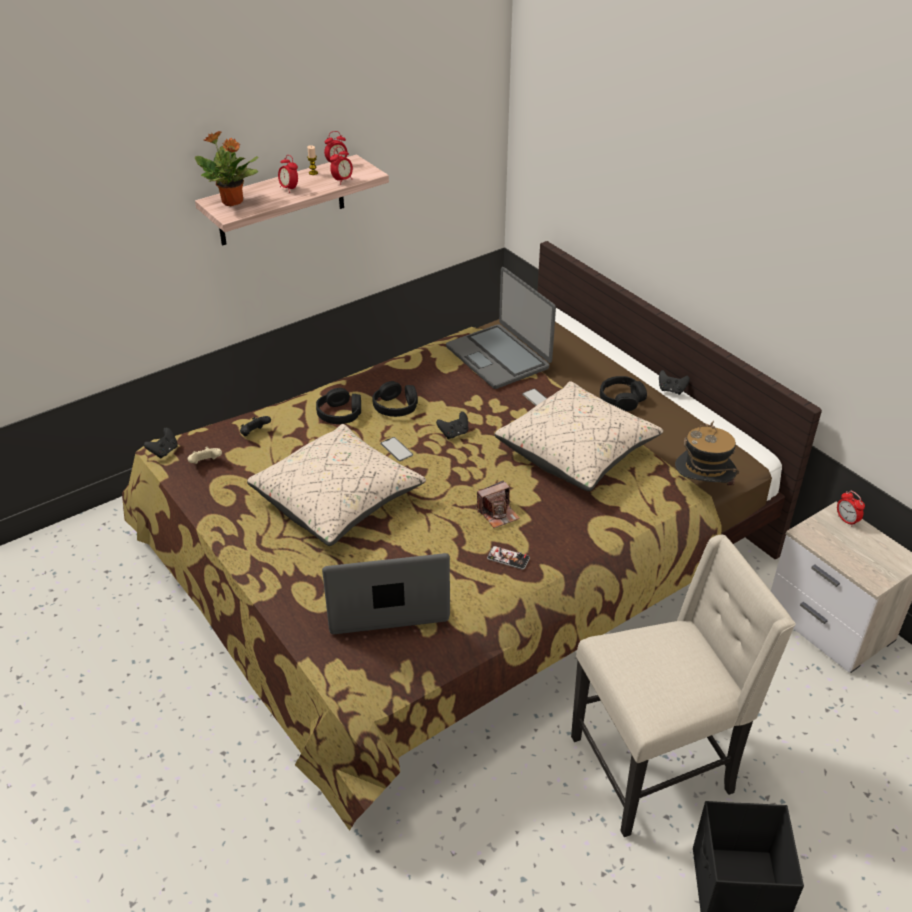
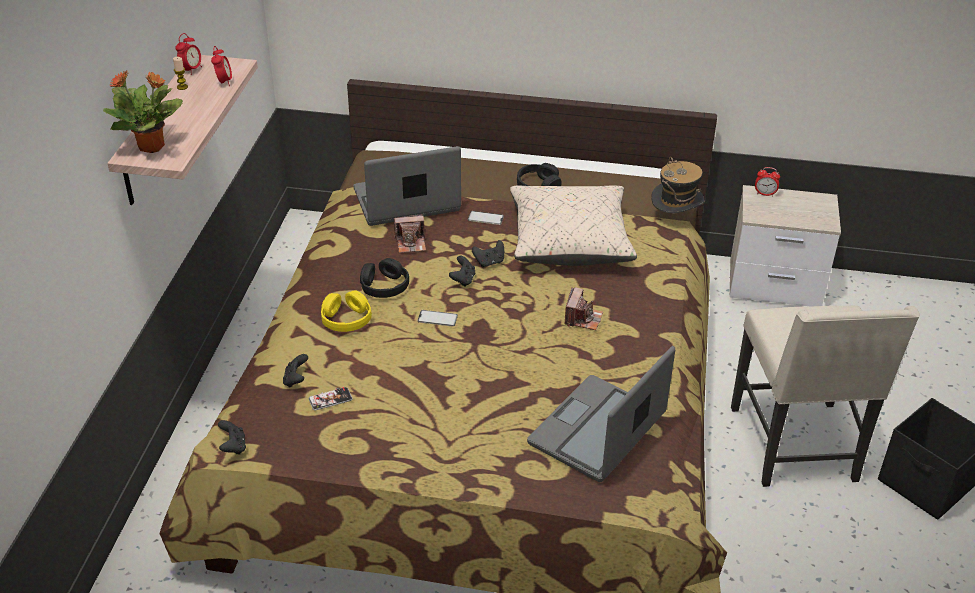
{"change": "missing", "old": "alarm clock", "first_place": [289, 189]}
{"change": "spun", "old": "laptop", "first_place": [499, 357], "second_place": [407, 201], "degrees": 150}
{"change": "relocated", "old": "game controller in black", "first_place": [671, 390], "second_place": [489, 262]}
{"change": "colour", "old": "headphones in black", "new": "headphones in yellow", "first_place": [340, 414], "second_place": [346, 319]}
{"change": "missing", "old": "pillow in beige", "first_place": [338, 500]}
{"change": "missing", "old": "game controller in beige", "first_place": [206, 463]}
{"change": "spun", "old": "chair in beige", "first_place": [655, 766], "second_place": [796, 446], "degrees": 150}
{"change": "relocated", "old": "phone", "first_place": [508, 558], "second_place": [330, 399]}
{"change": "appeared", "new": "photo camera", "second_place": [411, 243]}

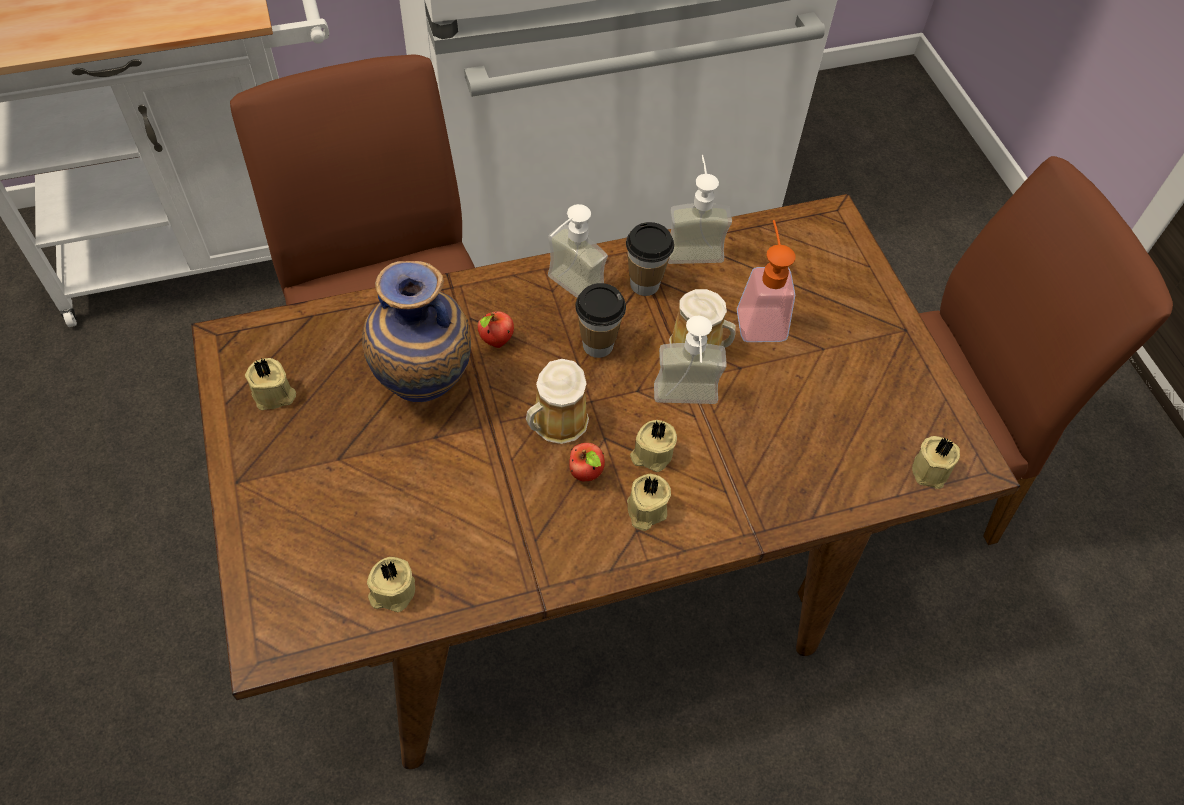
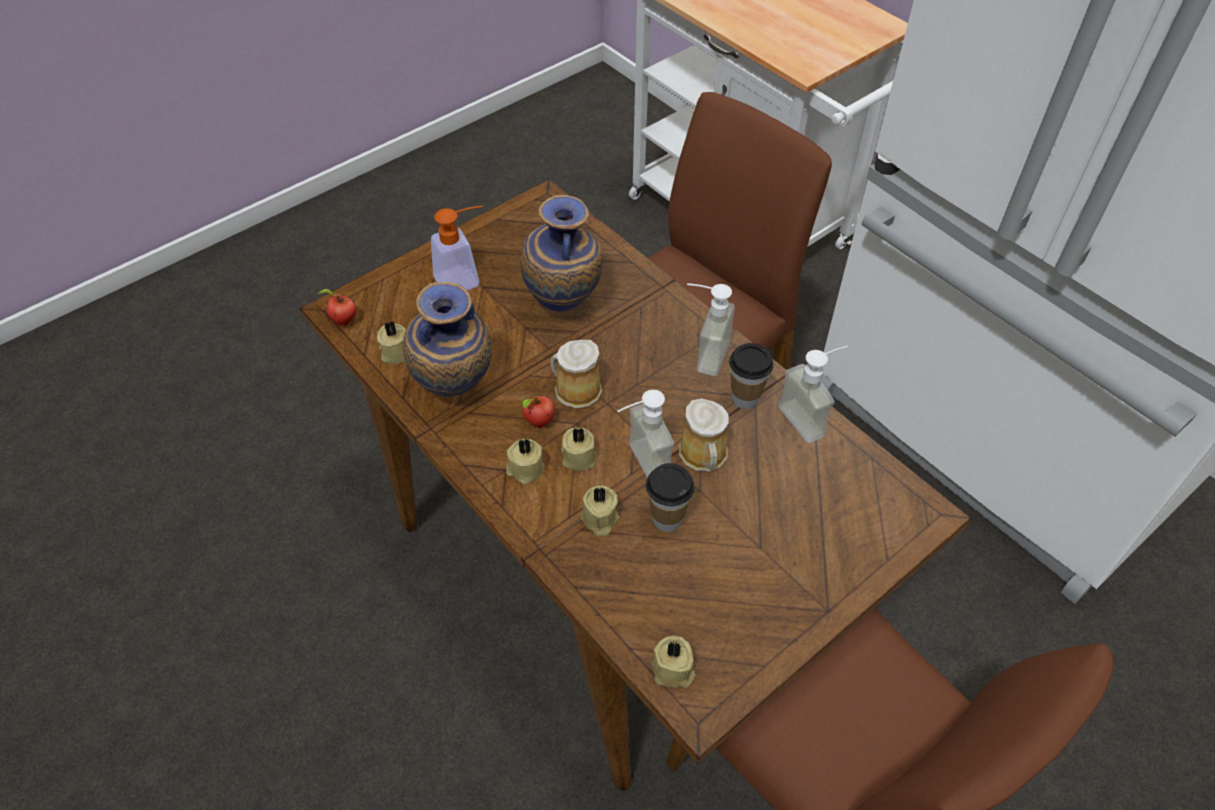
{"change": "relocated", "old": "soap dispenser", "first_place": [759, 317], "second_place": [464, 279]}
{"change": "relocated", "old": "cup", "first_place": [597, 345], "second_place": [667, 519]}
{"change": "relocated", "old": "apple", "first_place": [496, 342], "second_place": [343, 321]}
{"change": "relocated", "old": "candle in beige", "first_place": [274, 395], "second_place": [599, 519]}
{"change": "appeared", "new": "vase", "second_place": [456, 393]}

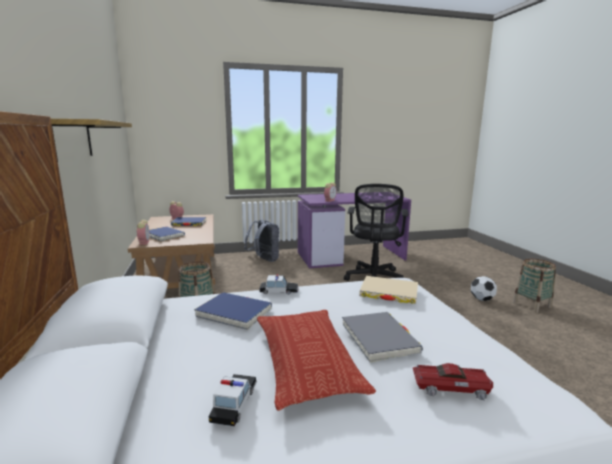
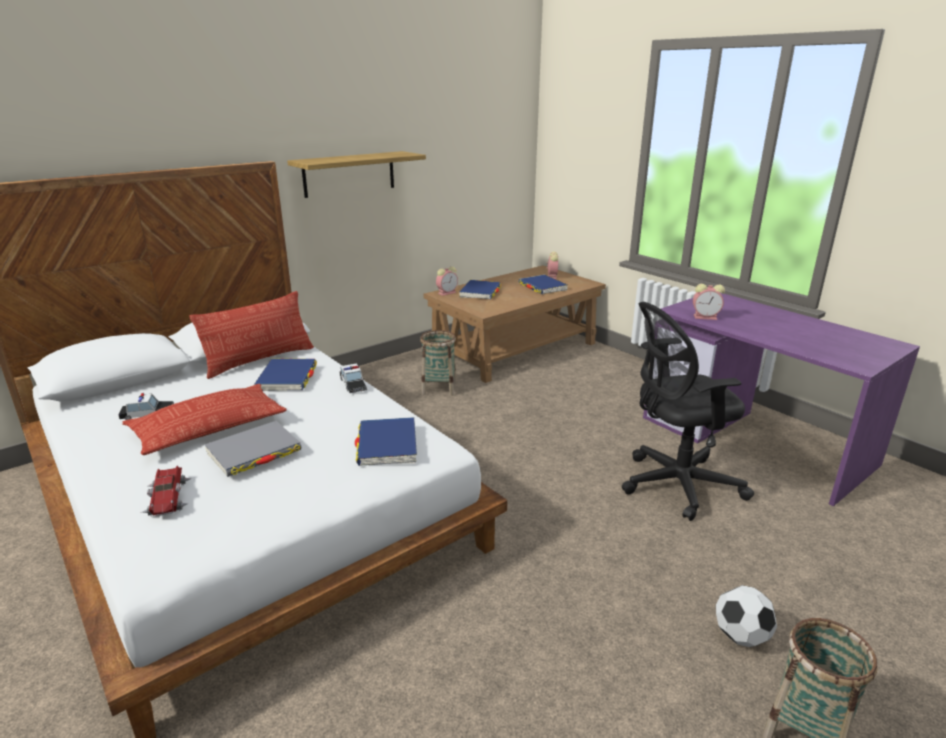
{"change": "missing", "old": "backpack in grey", "first_place": [264, 260]}
{"change": "colour", "old": "book in beige", "new": "book in blue", "first_place": [389, 293], "second_place": [387, 445]}
{"change": "appeared", "new": "pillow", "second_place": [259, 360]}

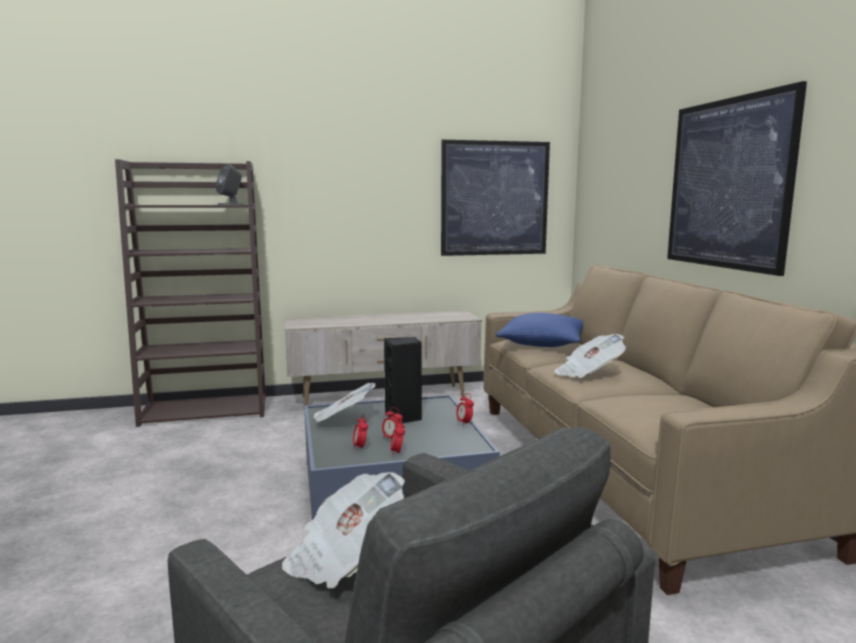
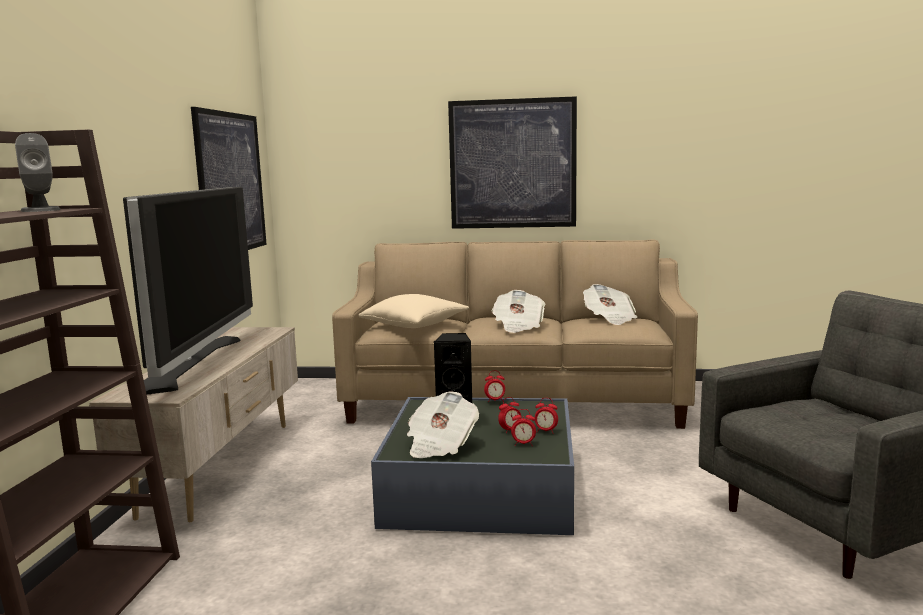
{"change": "colour", "old": "pillow in blue", "new": "pillow in beige", "first_place": [542, 344], "second_place": [414, 325]}
{"change": "relocated", "old": "newspaper", "first_place": [346, 557], "second_place": [609, 319]}
{"change": "appeared", "new": "television", "second_place": [195, 362]}

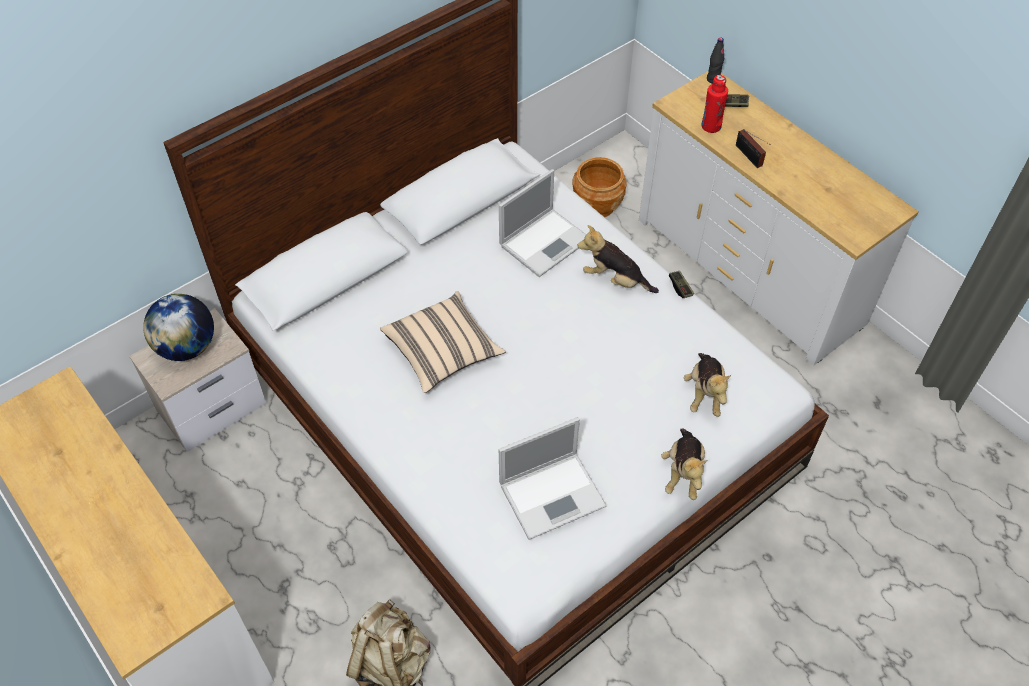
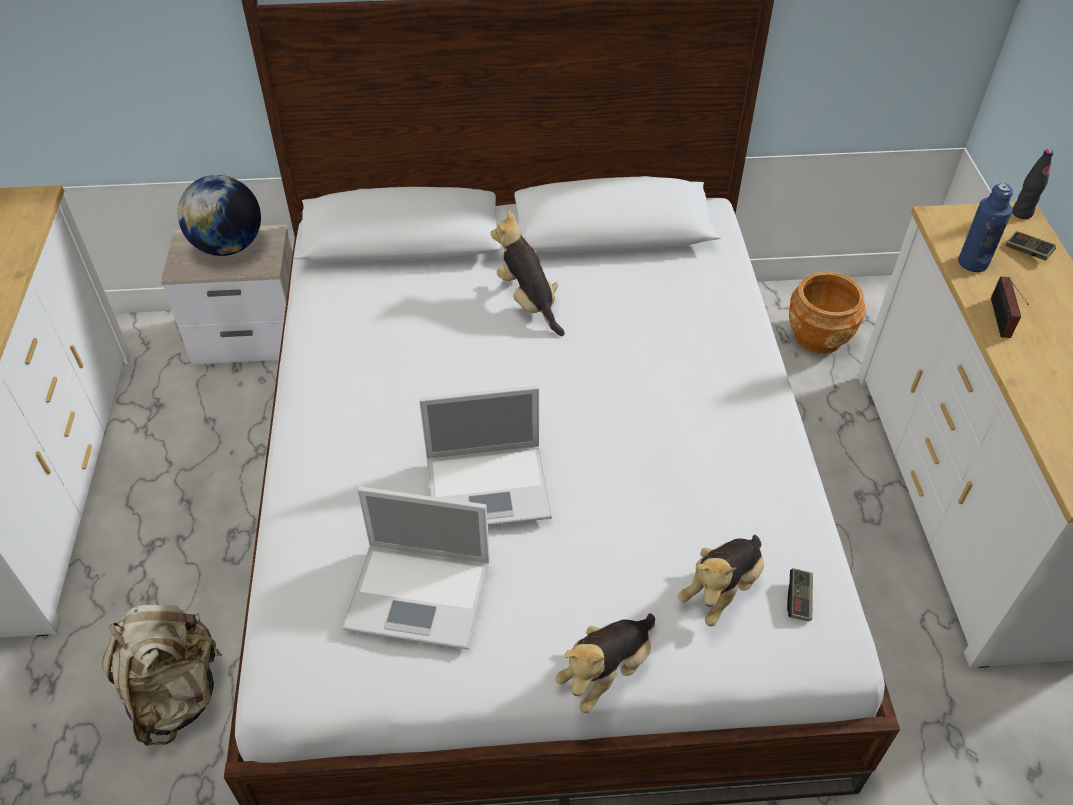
{"change": "colour", "old": "bottle in red", "new": "bottle in blue", "first_place": [711, 126], "second_place": [972, 263]}
{"change": "relocated", "old": "laptop", "first_place": [546, 241], "second_place": [490, 487]}
{"change": "relocated", "old": "plush toy", "first_place": [615, 280], "second_place": [529, 301]}
{"change": "relocated", "old": "game controller", "first_place": [680, 288], "second_place": [799, 599]}
{"change": "missing", "old": "pillow in beige", "first_place": [442, 352]}

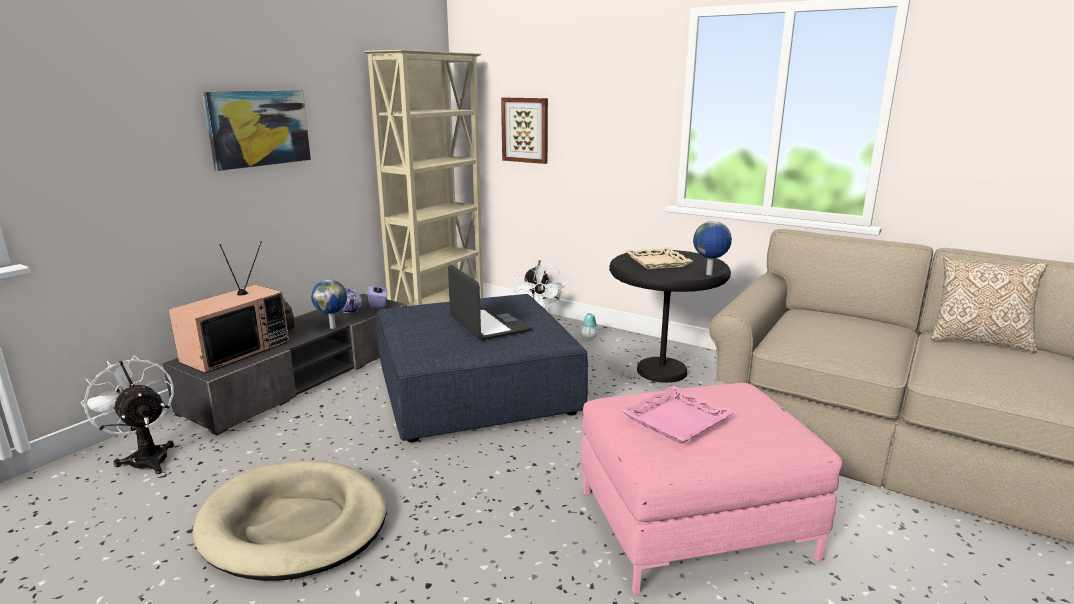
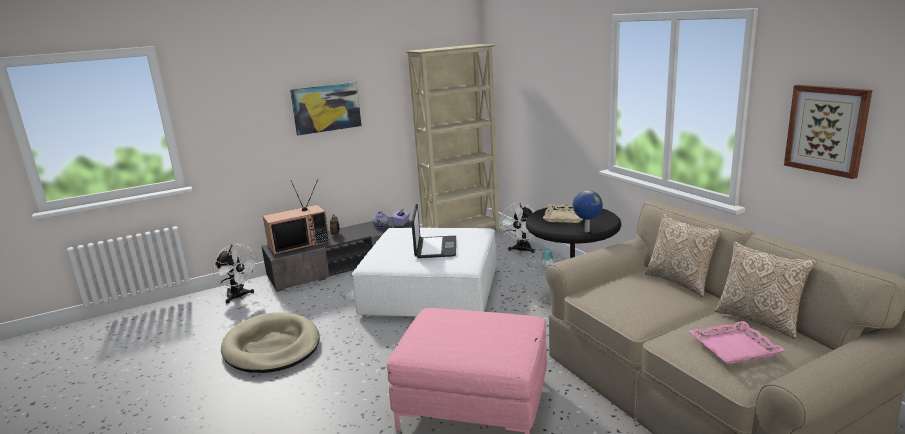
{"change": "relocated", "old": "picture", "first_place": [525, 130], "second_place": [827, 129]}
{"change": "missing", "old": "globe", "first_place": [333, 327]}
{"change": "colour", "old": "ottoman in blue", "new": "ottoman in white", "first_place": [476, 390], "second_place": [431, 292]}
{"change": "spun", "old": "fan in white", "first_place": [146, 457], "second_place": [239, 297], "degrees": 150}
{"change": "relocated", "old": "tray in pink", "first_place": [676, 420], "second_place": [734, 347]}
{"change": "appeared", "new": "pillow", "second_place": [680, 282]}

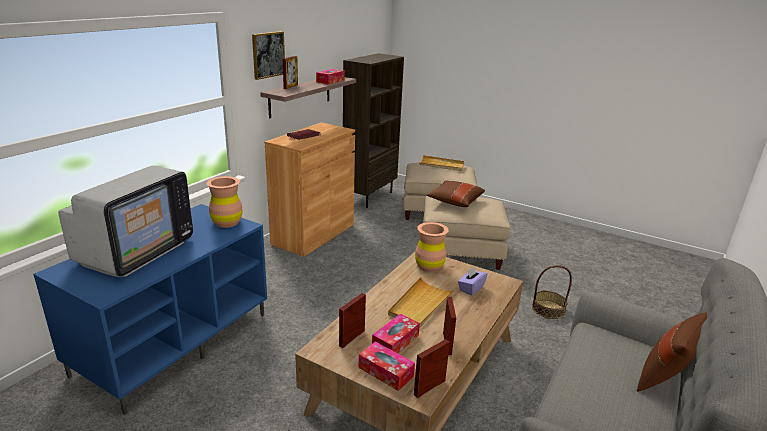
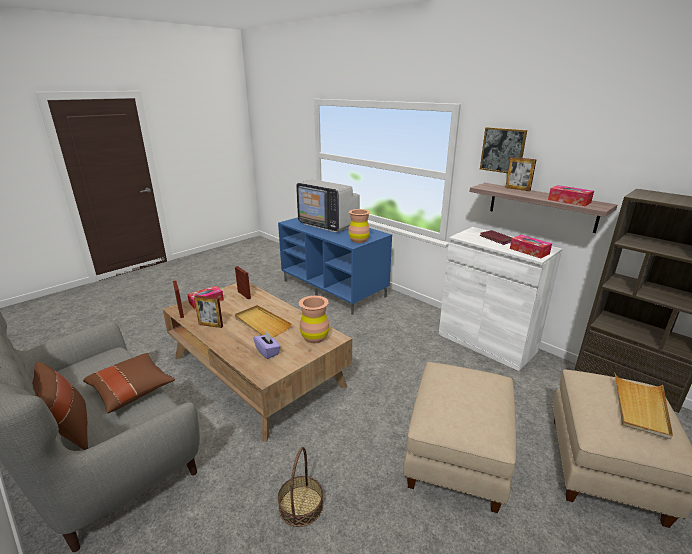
{"change": "colour", "old": "cabinet in brown", "new": "cabinet in white", "first_place": [313, 234], "second_place": [486, 342]}
{"change": "relocated", "old": "pillow in brown", "first_place": [455, 201], "second_place": [132, 391]}
{"change": "relocated", "old": "tissue box", "first_place": [395, 341], "second_place": [529, 251]}

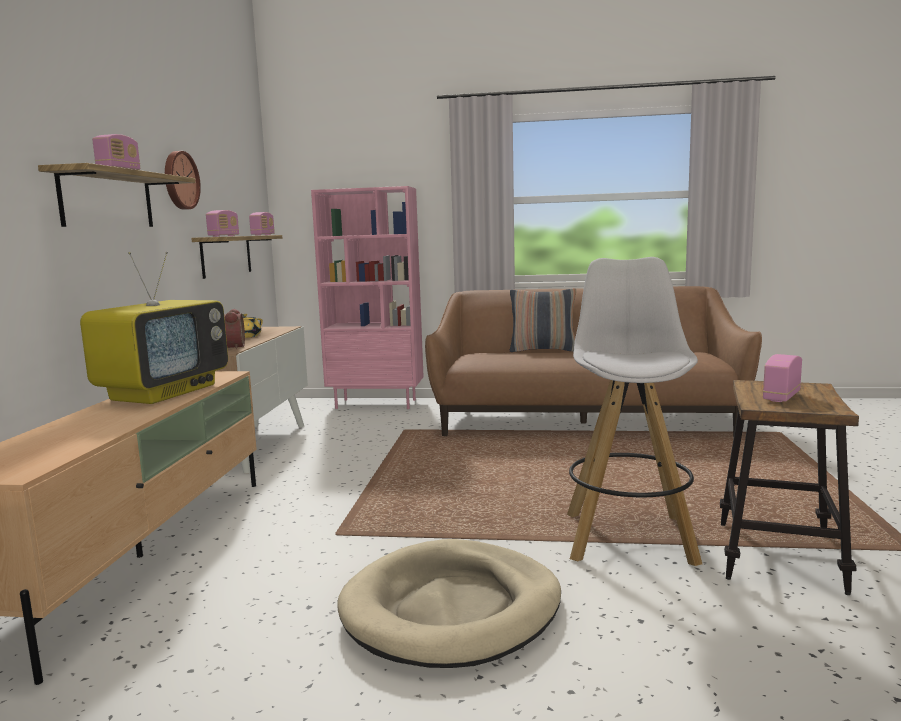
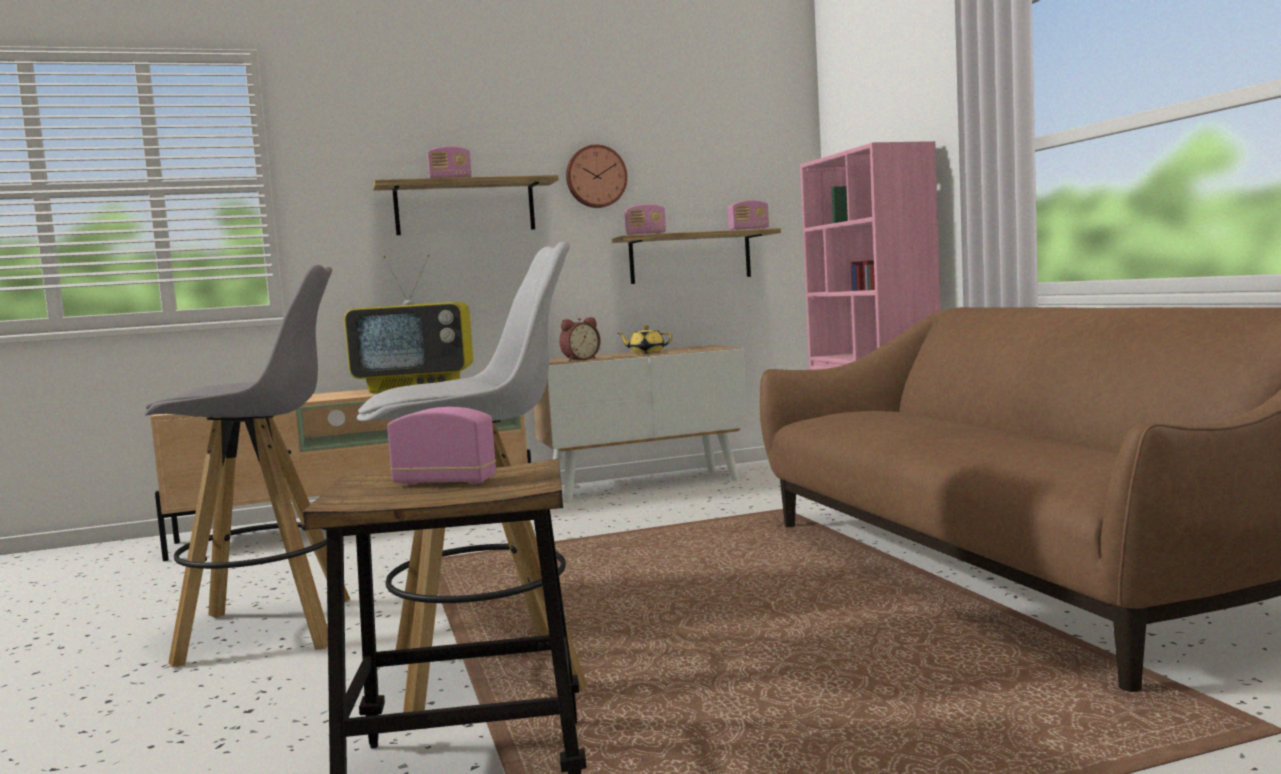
{"change": "missing", "old": "pillow", "first_place": [543, 350]}
{"change": "exchanged", "old": "dog bed in beige", "new": "stool in grey", "first_place": [452, 609], "second_place": [271, 631]}

